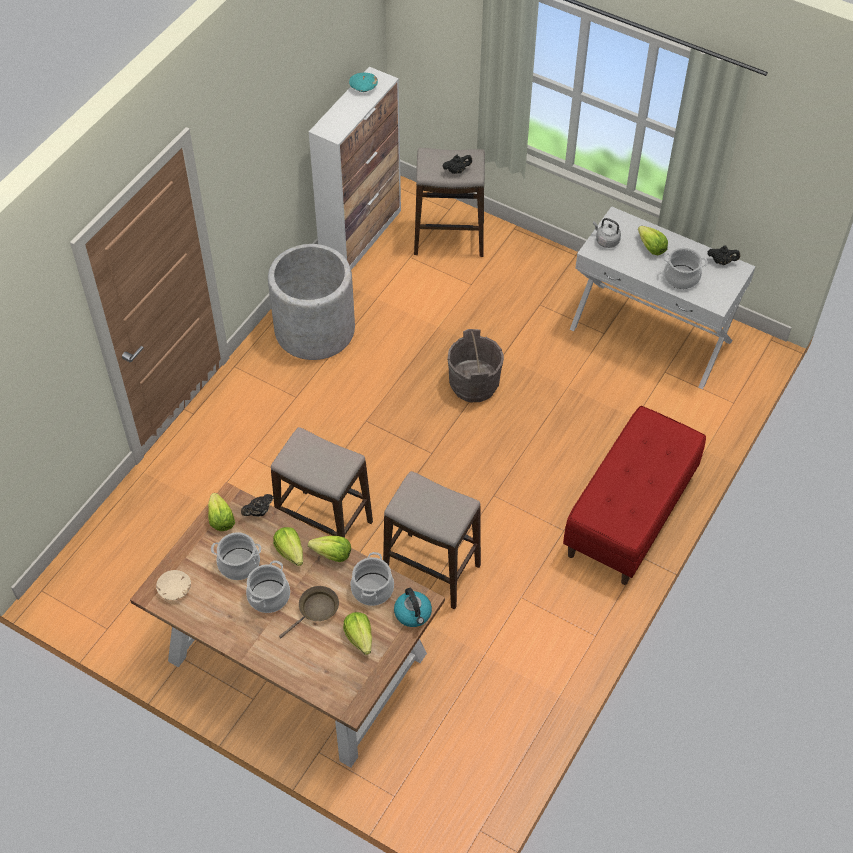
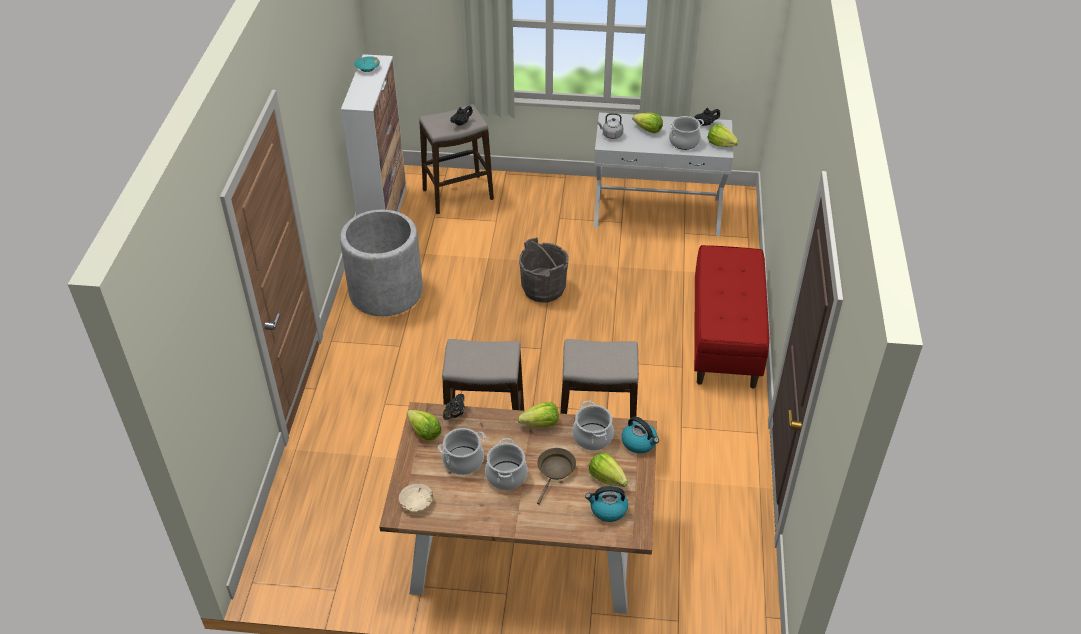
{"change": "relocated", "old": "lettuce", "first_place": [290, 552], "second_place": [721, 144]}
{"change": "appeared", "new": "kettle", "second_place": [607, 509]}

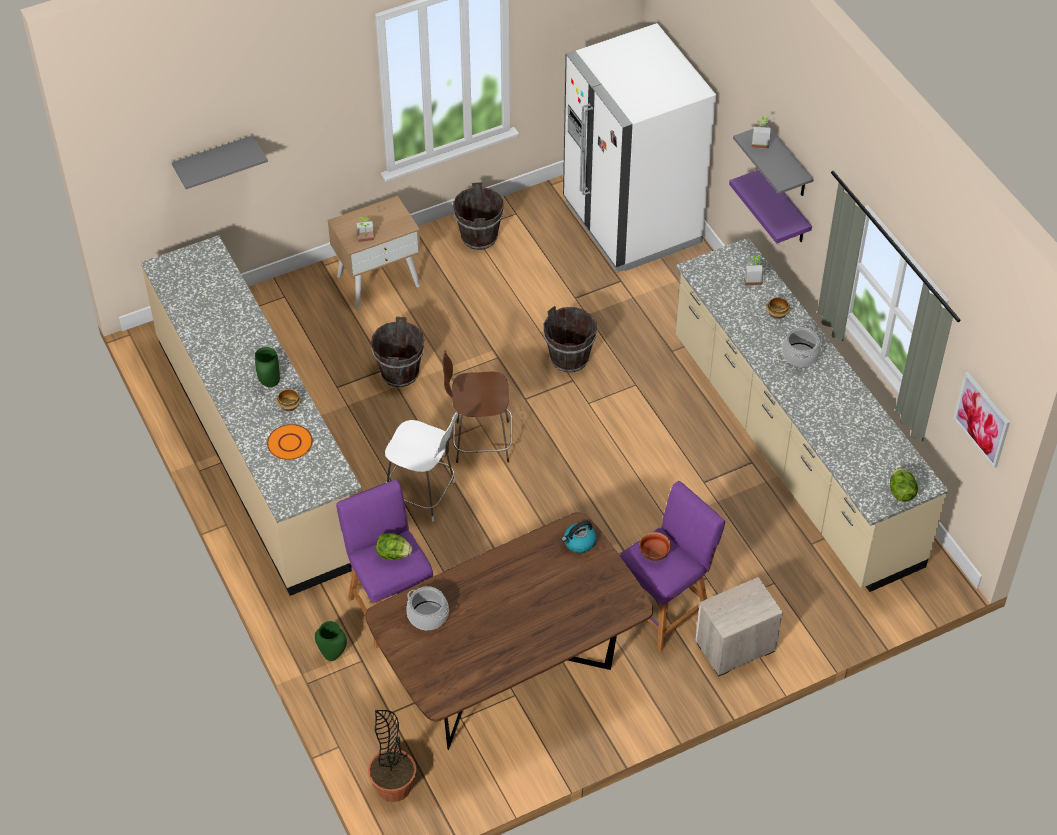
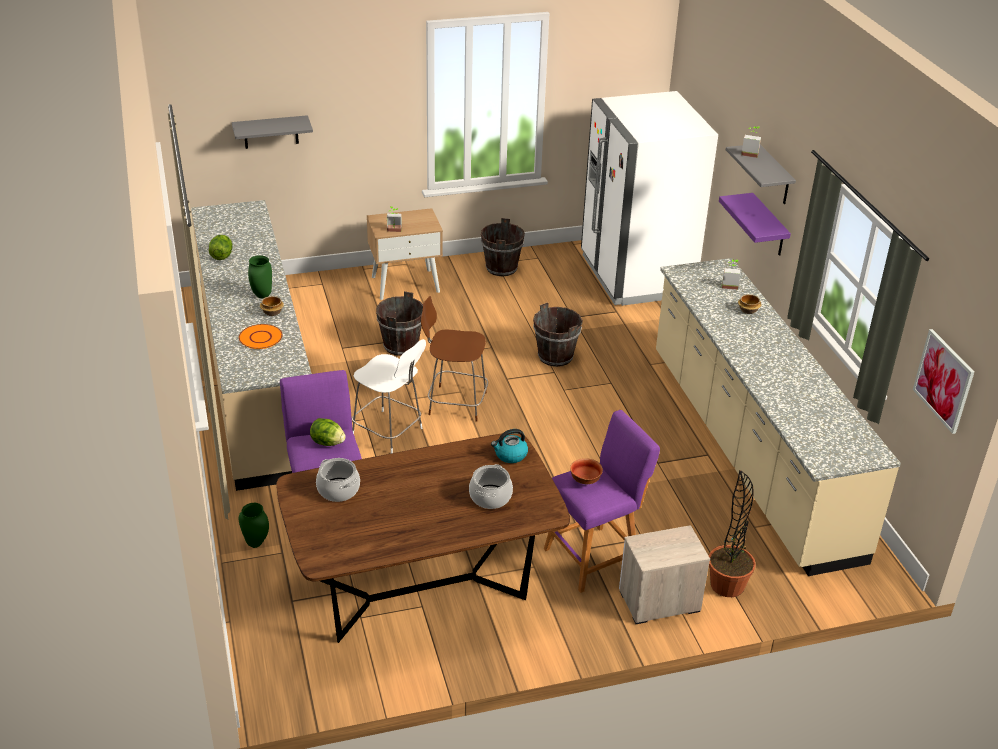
{"change": "relocated", "old": "cooking pot", "first_place": [800, 355], "second_place": [490, 497]}
{"change": "relocated", "old": "lettuce", "first_place": [901, 492], "second_place": [221, 256]}
{"change": "relocated", "old": "potted plant", "first_place": [393, 786], "second_place": [727, 585]}

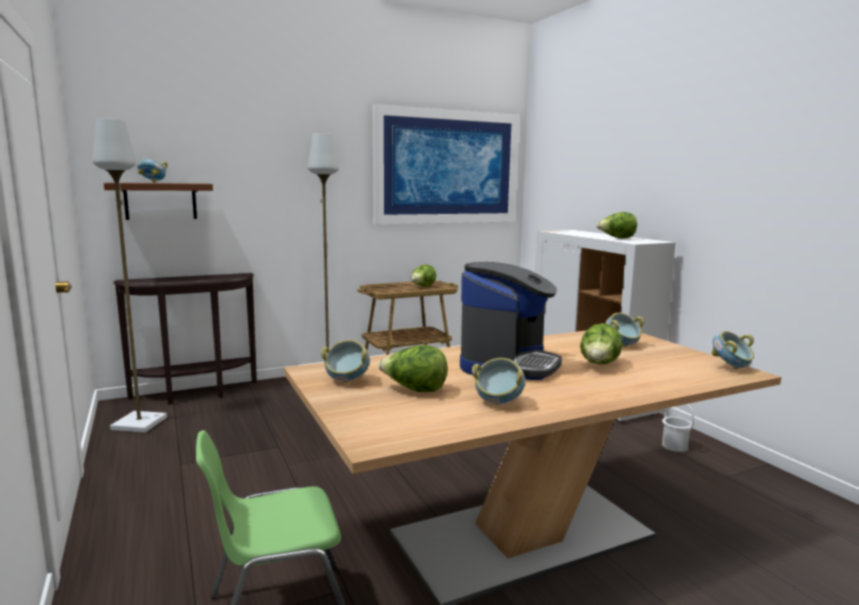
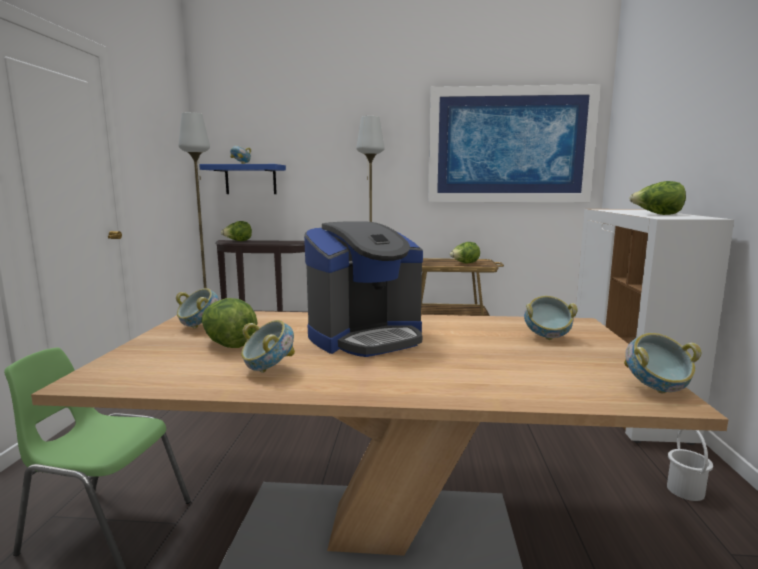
{"change": "colour", "old": "shelf in brown", "new": "shelf in blue", "first_place": [160, 201], "second_place": [250, 179]}
{"change": "relocated", "old": "lettuce", "first_place": [599, 365], "second_place": [238, 241]}

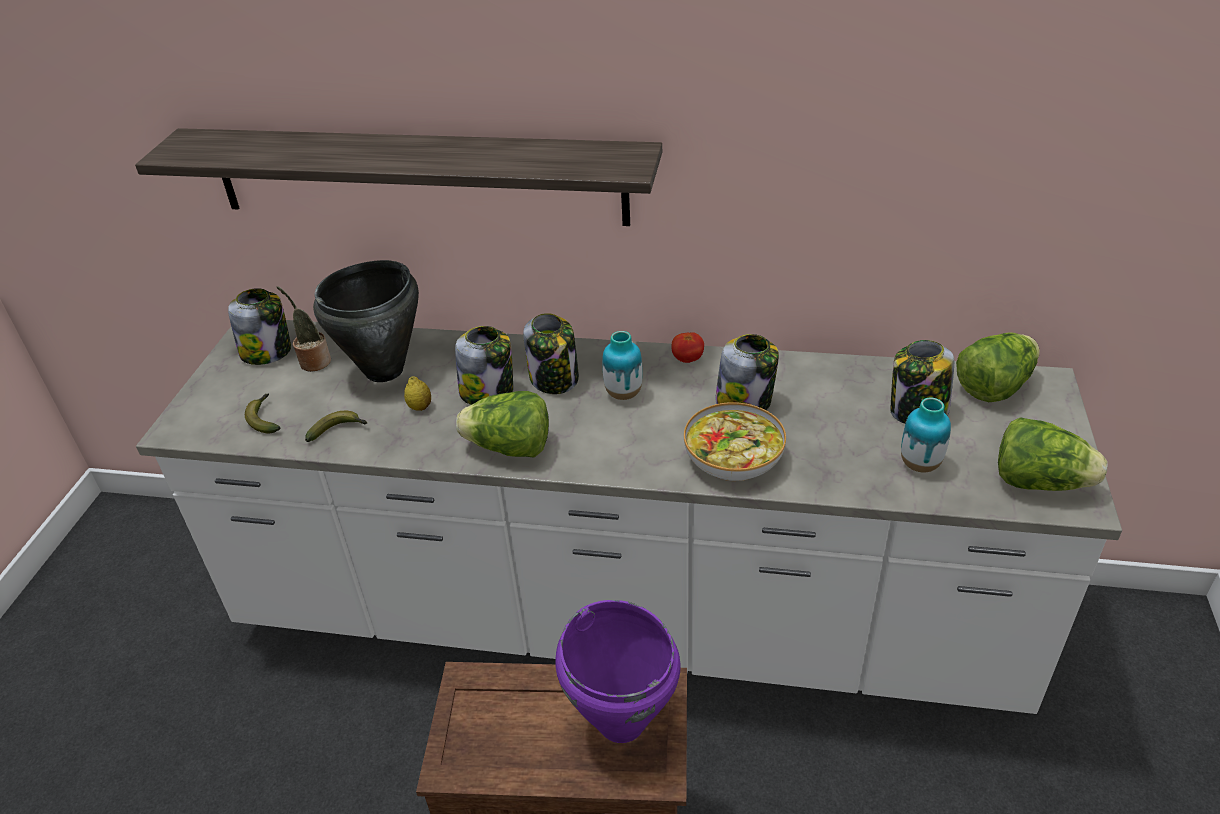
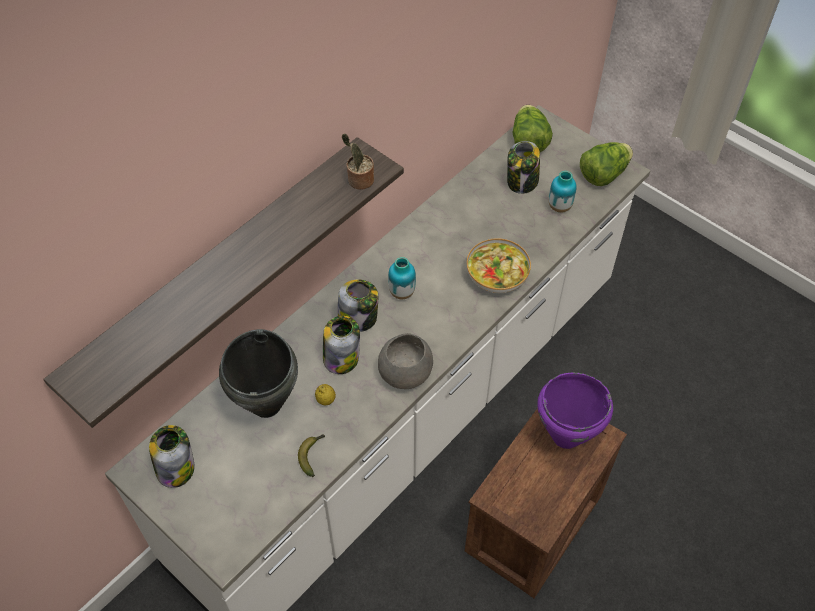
{"change": "relocated", "old": "potted plant", "first_place": [313, 361], "second_place": [359, 180]}
{"change": "missing", "old": "tomato", "first_place": [687, 359]}
{"change": "missing", "old": "jar", "first_place": [745, 401]}
{"change": "exchanged", "old": "lettuce", "new": "bowl in grey", "first_place": [509, 448], "second_place": [406, 371]}
{"change": "missing", "old": "banana", "first_place": [265, 418]}

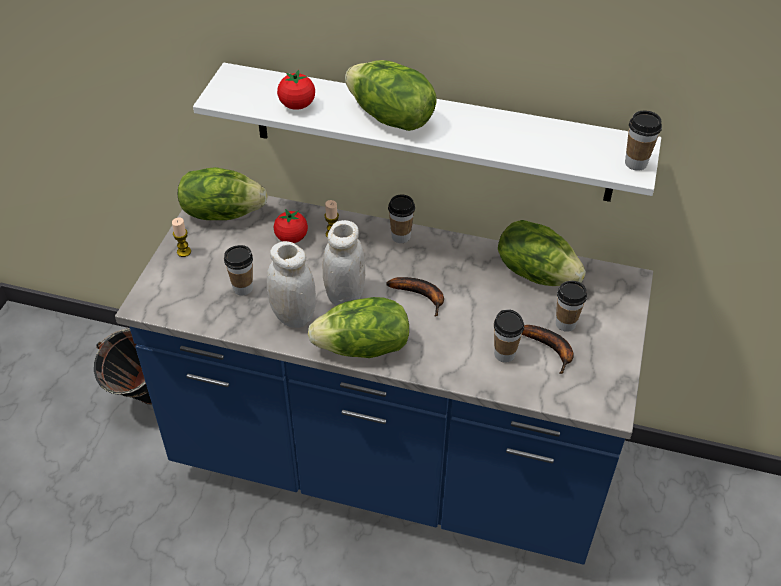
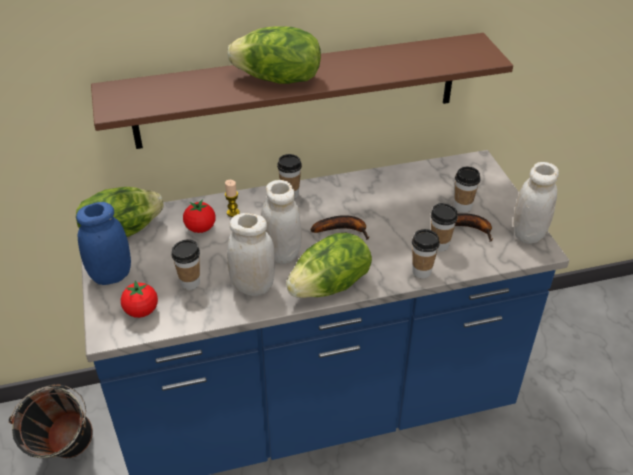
{"change": "colour", "old": "shelf in white", "new": "shelf in brown", "first_place": [431, 133], "second_place": [297, 91]}
{"change": "relocated", "old": "tomato", "first_place": [297, 105], "second_place": [141, 311]}
{"change": "relocated", "old": "cup", "first_place": [636, 163], "second_place": [421, 271]}
{"change": "exchanged", "old": "candle", "new": "jar in blue", "first_place": [184, 252], "second_place": [111, 275]}
{"change": "missing", "old": "lettuce", "first_place": [536, 272]}
{"change": "appeared", "new": "jar in white", "second_place": [528, 234]}

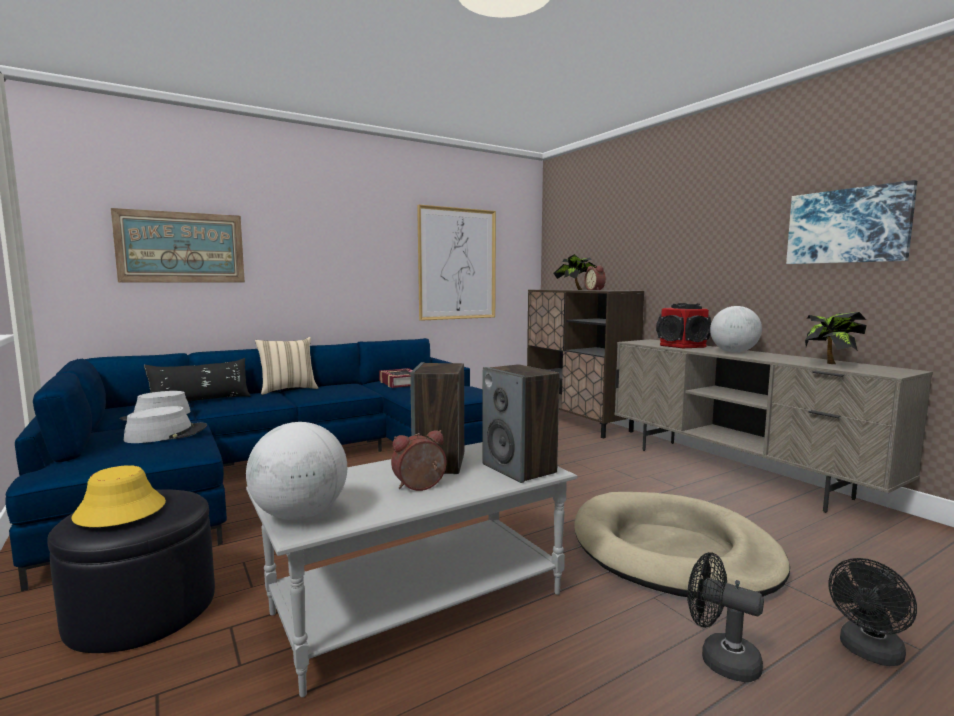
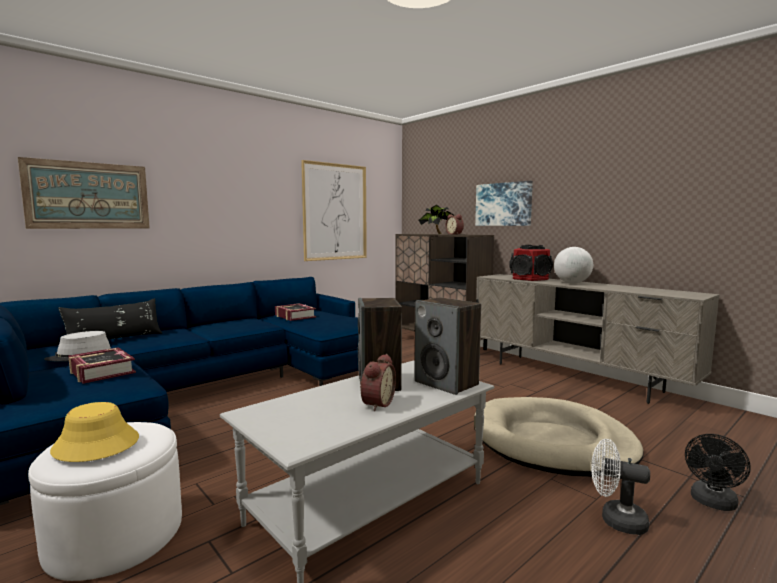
{"change": "relocated", "old": "picture", "first_place": [847, 226], "second_place": [503, 204]}
{"change": "missing", "old": "potted plant", "first_place": [829, 364]}
{"change": "missing", "old": "pillow in beige", "first_place": [288, 390]}
{"change": "exchanged", "old": "hat in grey", "new": "book", "first_place": [166, 434], "second_place": [101, 372]}
{"change": "missing", "old": "globe", "first_place": [300, 515]}
{"change": "spun", "old": "alarm clock", "first_place": [420, 487], "second_place": [376, 404], "degrees": 150}
{"change": "colour", "old": "ottoman in black", "new": "ottoman in white", "first_place": [142, 610], "second_place": [115, 536]}
{"change": "colour", "old": "fan in black", "new": "fan in white", "first_place": [720, 659], "second_place": [616, 520]}

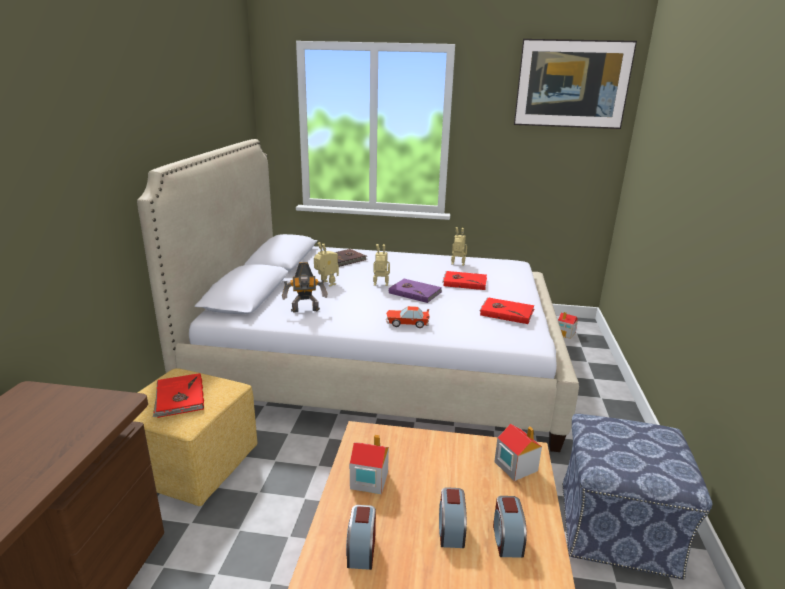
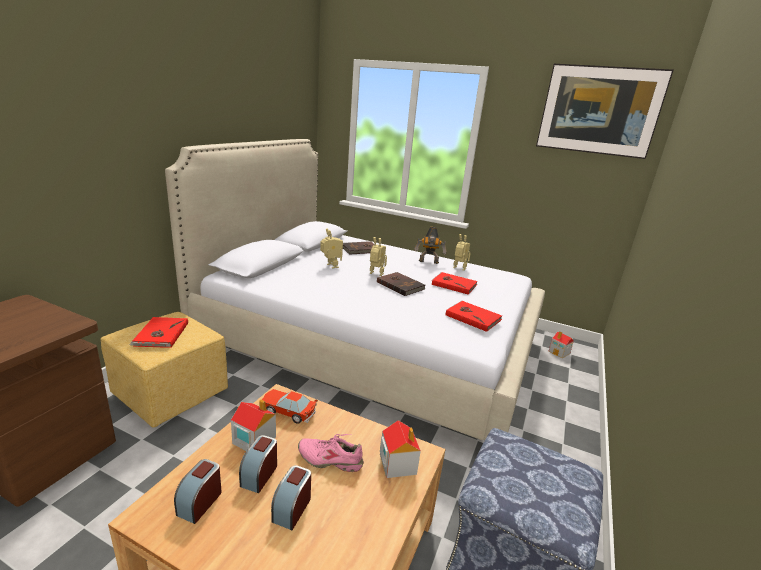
{"change": "relocated", "old": "toy robot", "first_place": [305, 311], "second_place": [428, 262]}
{"change": "colour", "old": "book in purple", "new": "book in brown", "first_place": [415, 292], "second_place": [400, 285]}
{"change": "relocated", "old": "toy car", "first_place": [407, 323], "second_place": [288, 411]}
{"change": "relocated", "old": "alarm clock", "first_place": [507, 539], "second_place": [259, 475]}
{"change": "appeared", "new": "shoe in pink", "second_place": [330, 459]}

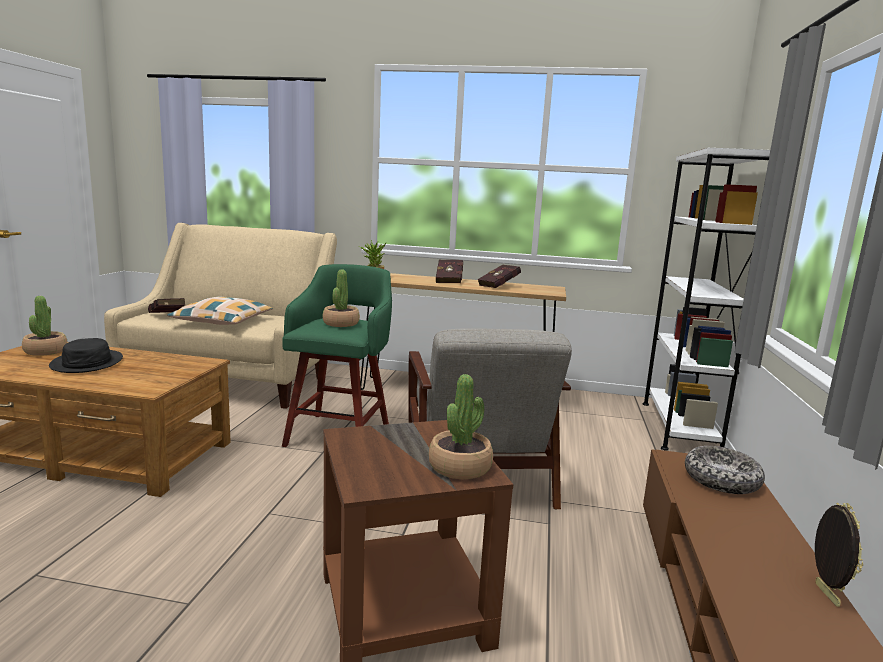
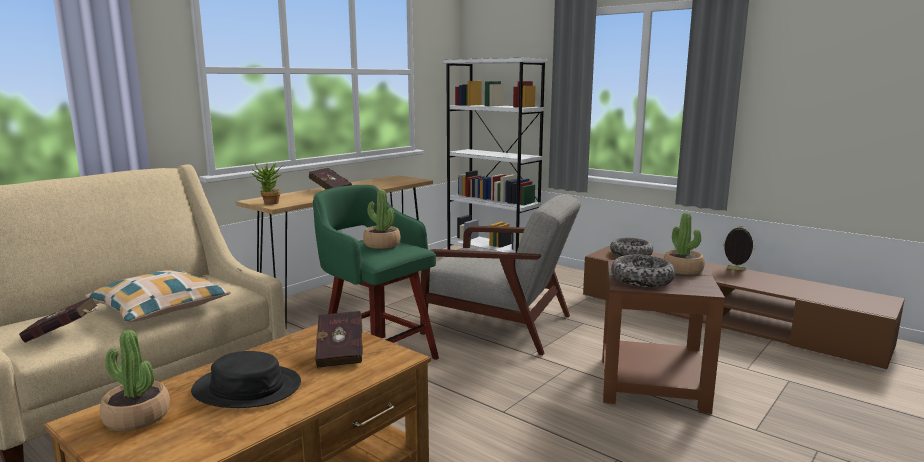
{"change": "relocated", "old": "book in red", "first_place": [500, 286], "second_place": [341, 353]}
{"change": "appeared", "new": "bowl", "second_place": [641, 280]}

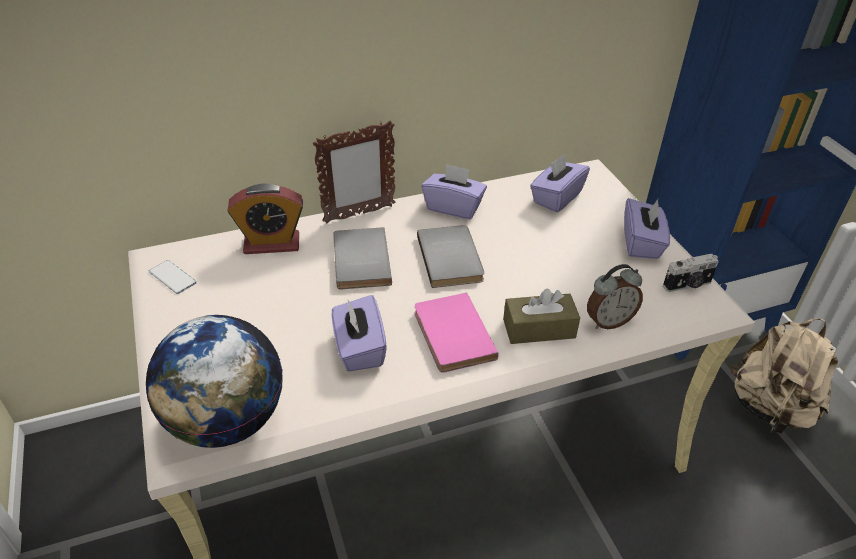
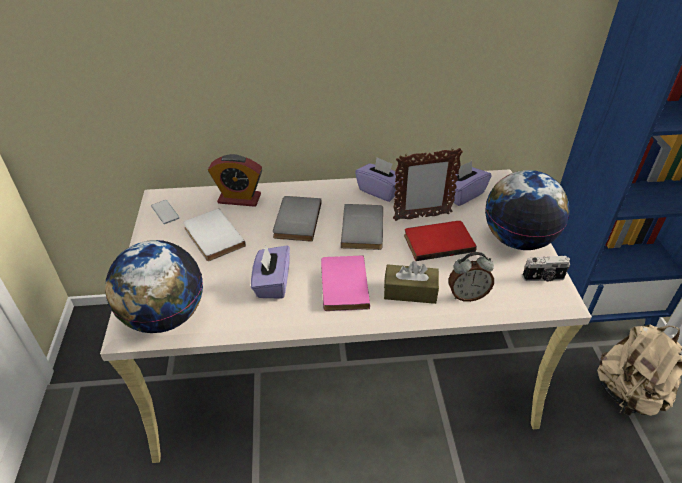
{"change": "relocated", "old": "picture frame", "first_place": [358, 214], "second_place": [421, 217]}
{"change": "exchanged", "old": "tissue box in purple", "new": "globe", "first_place": [641, 243], "second_place": [518, 239]}
{"change": "appeared", "new": "book in white", "second_place": [212, 237]}
{"change": "appeared", "new": "book in red", "second_place": [438, 241]}

